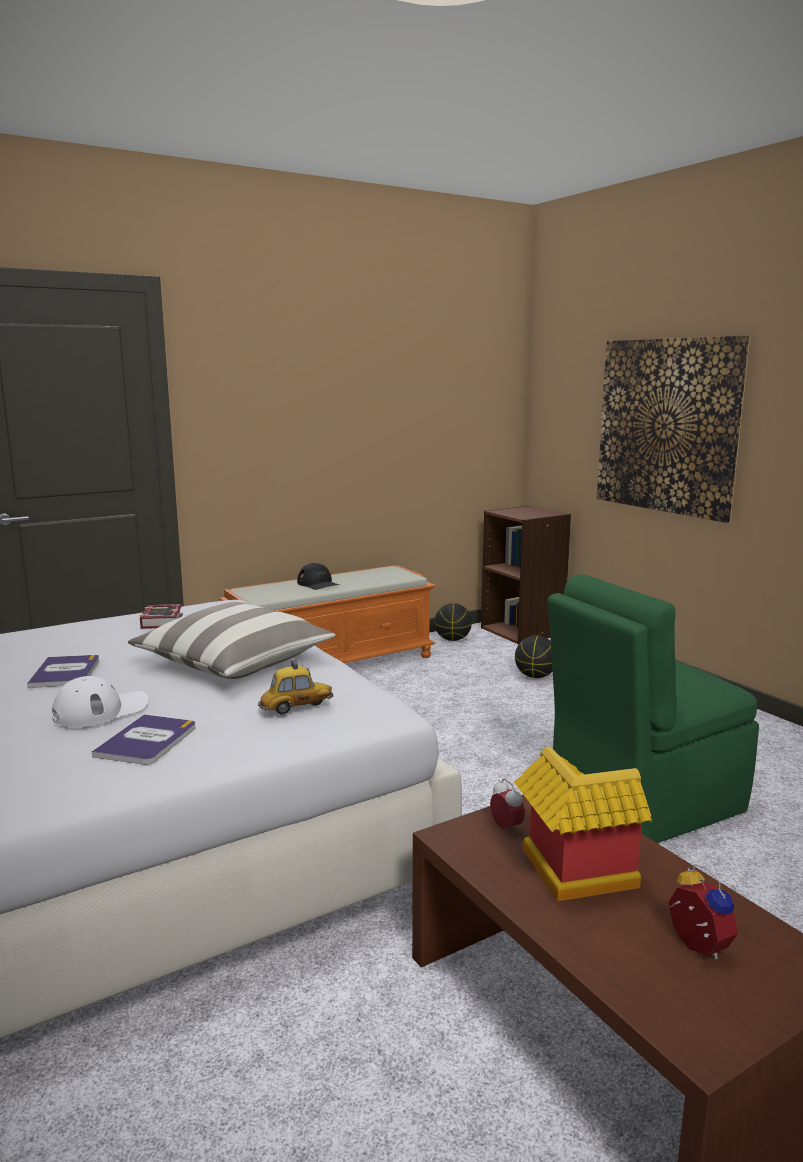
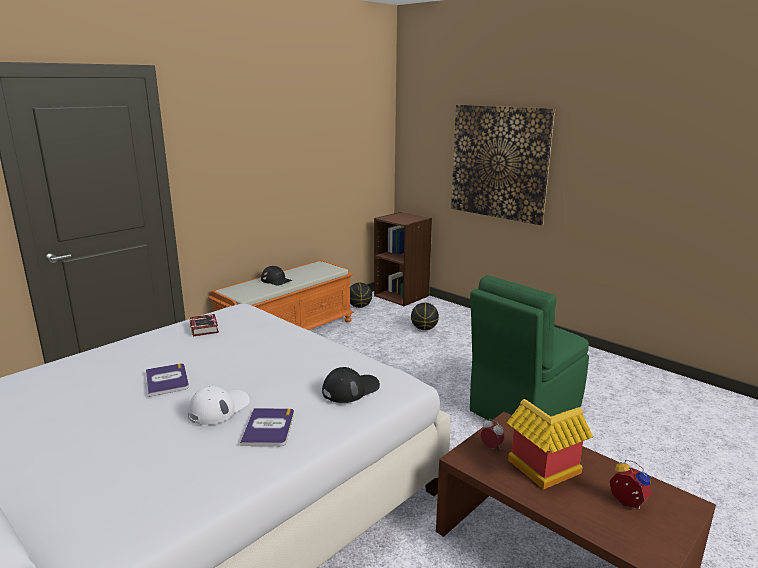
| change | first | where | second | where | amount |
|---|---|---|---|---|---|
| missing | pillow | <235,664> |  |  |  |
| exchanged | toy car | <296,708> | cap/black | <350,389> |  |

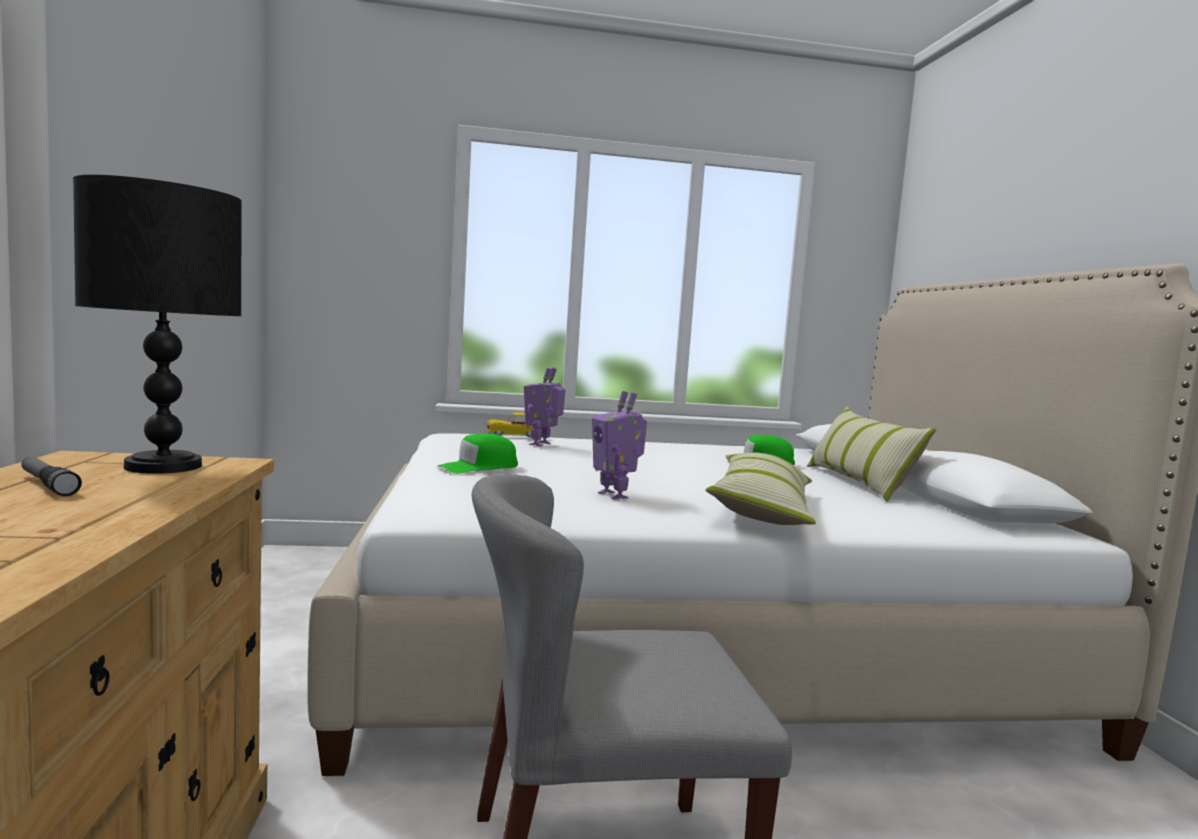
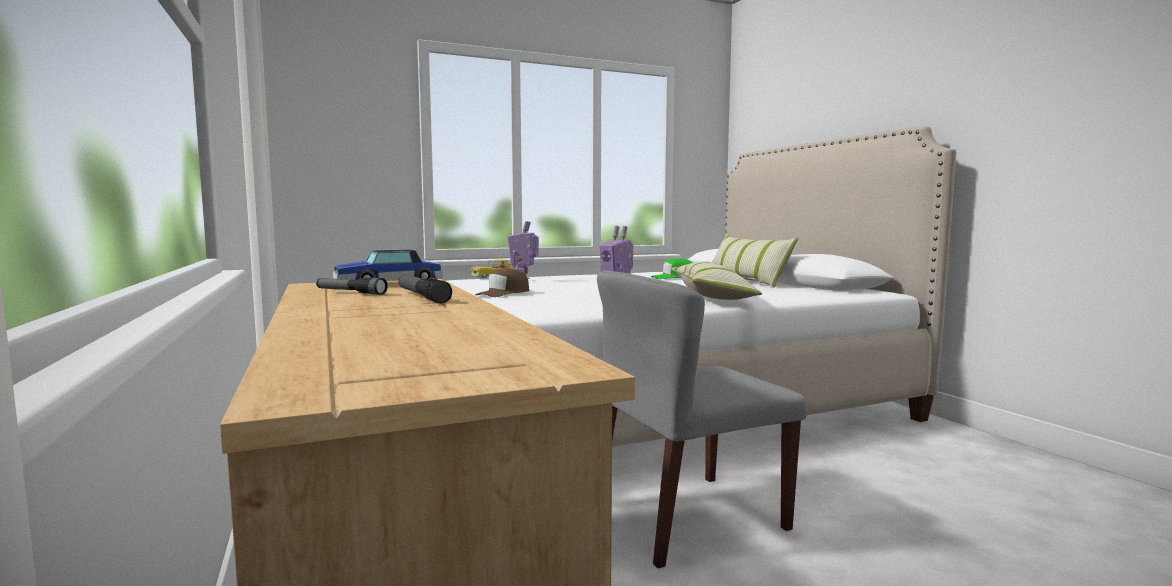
| change | first | where | second | where | amount |
|---|---|---|---|---|---|
| exchanged | table lamp/black | <164,466> | toy car | <388,283> |  |
| colour | cap/green | <479,467> | cap/brown | <503,293> |  |
| appeared |  |  | flashlight | <422,296> |  |

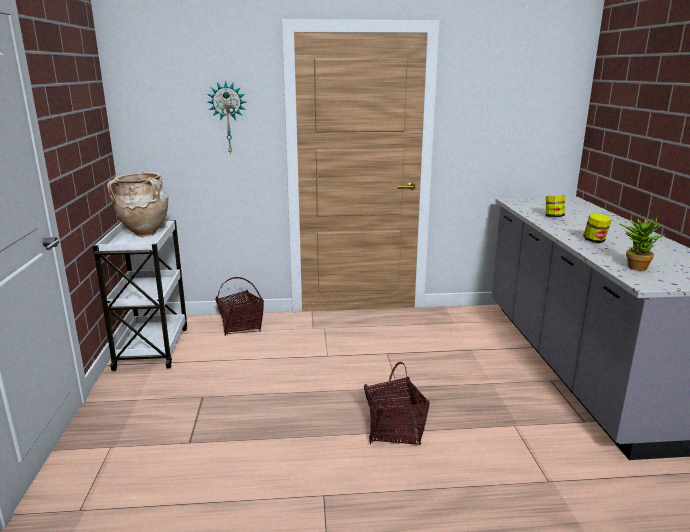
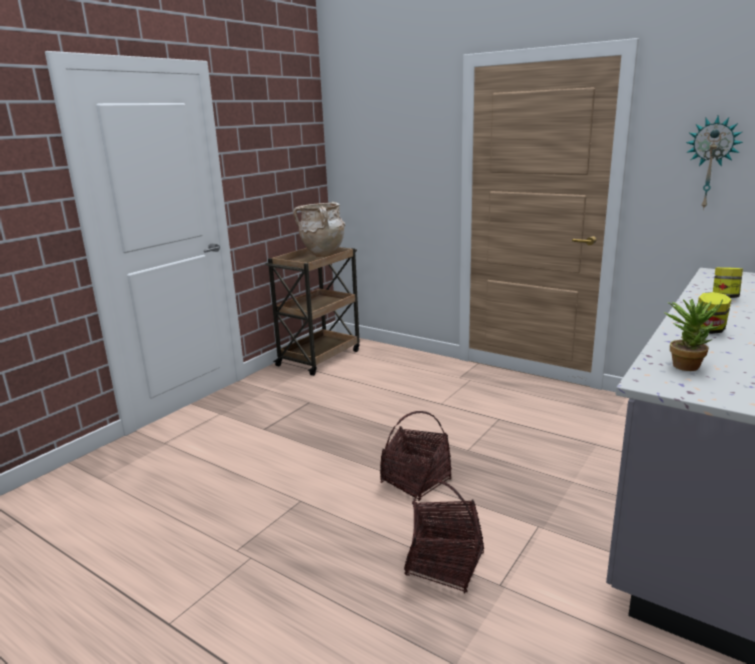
| change | first | where | second | where | amount |
|---|---|---|---|---|---|
| relocated | wall clock | <228,118> |  | <711,163> |  |
| colour | cart/white | <152,347> | cart/brown | <320,357> |  |
| relocated | basket | <241,327> |  | <445,565> |  |

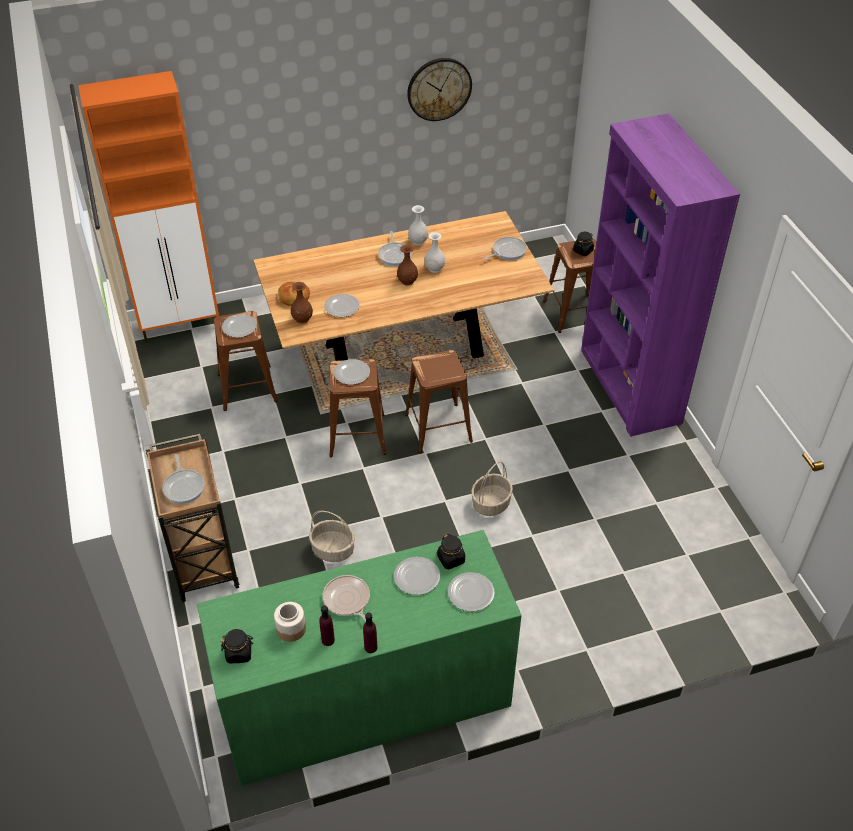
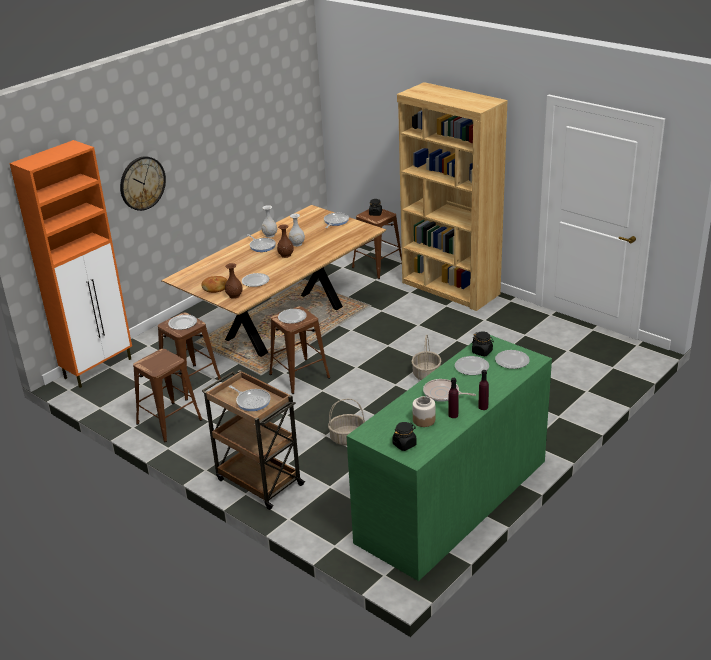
| change | first | where | second | where | amount |
|---|---|---|---|---|---|
| relocated | wall clock | <439,89> |  | <142,183> |  |
| colour | bookcase/purple | <629,386> | bookcase/brown | <450,288> |  |
| relocated | stool/brown | <438,428> |  | <169,422> |  |

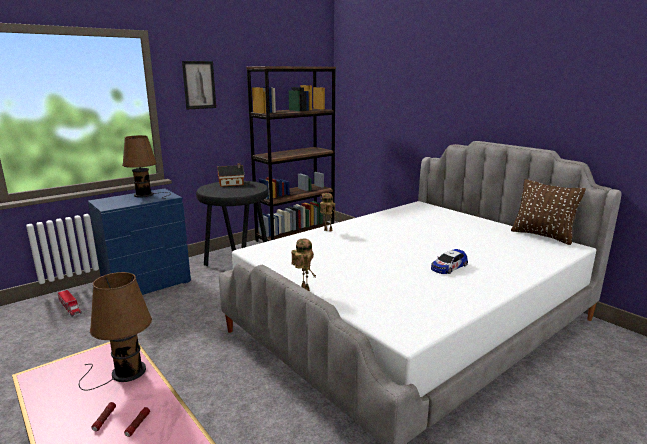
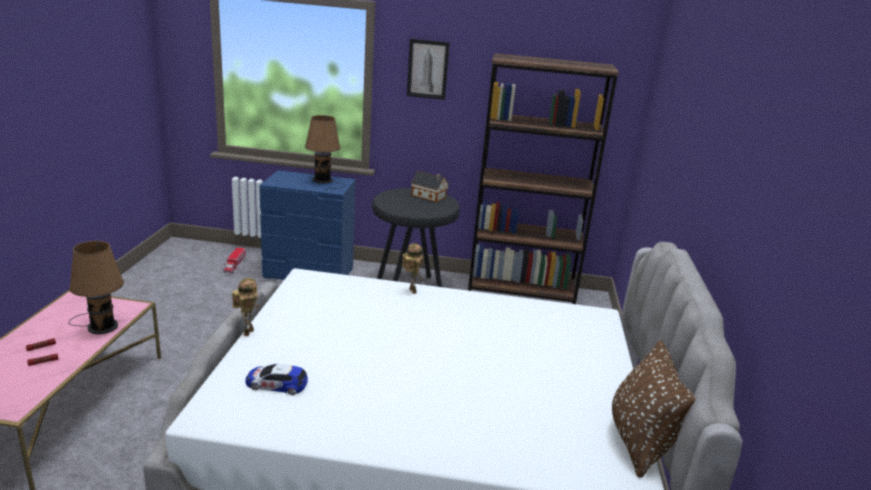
| change | first | where | second | where | amount |
|---|---|---|---|---|---|
| relocated | toy car | <448,267> |  | <276,384> |  |

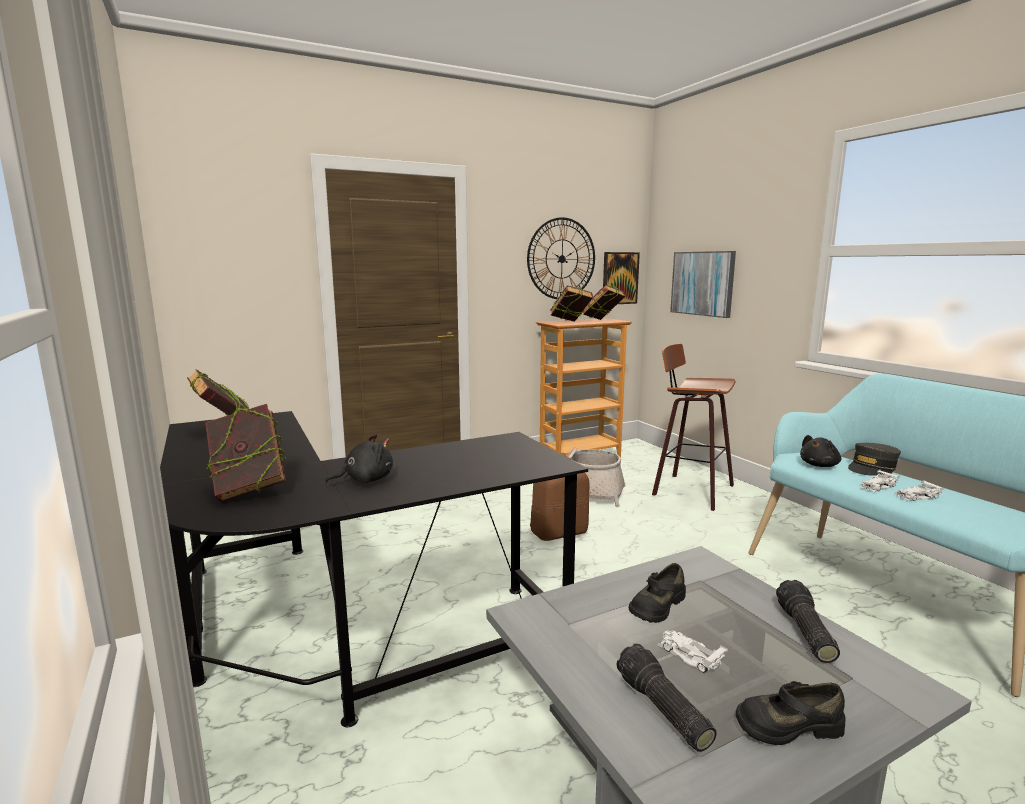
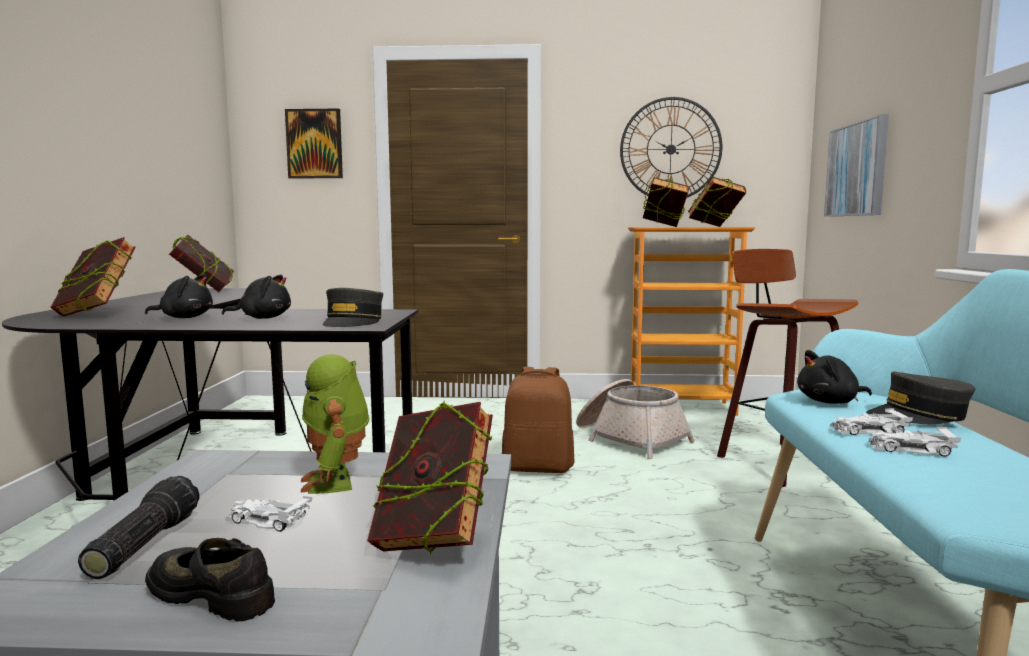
| change | first | where | second | where | amount |
|---|---|---|---|---|---|
| relocated | picture | <620,278> |  | <314,144> |  |
| exchanged | shoe/black | <657,605> | toy robot | <336,482> |  |
| exchanged | flashlight | <803,632> | book | <434,540> |  |
| spun | toy car/white | <689,655> |  | <267,521> | 60 degrees counterclockwise |
| appeared |  |  | plush toy/black | <262,318> |  |
| appeared |  |  | cap/grey | <353,322> |  |

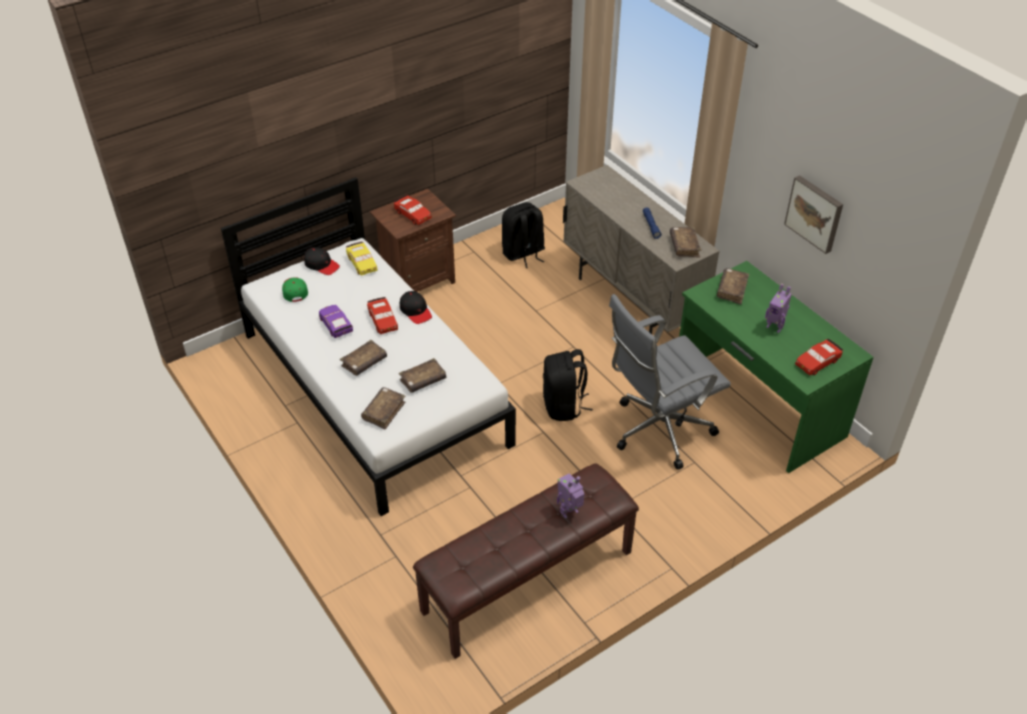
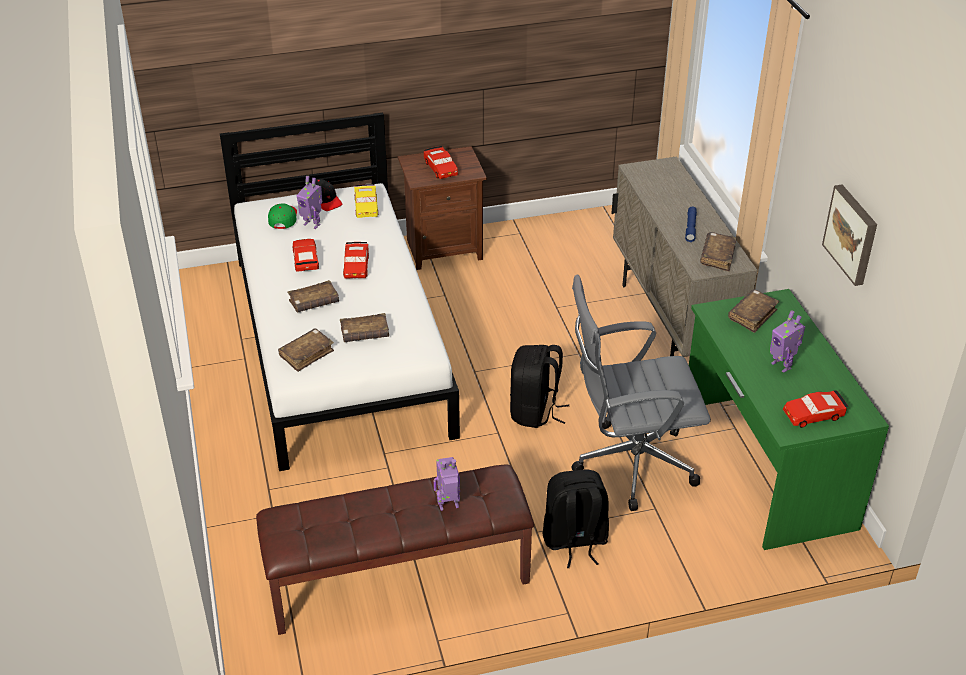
| change | first | where | second | where | amount |
|---|---|---|---|---|---|
| relocated | backpack/black | <523,253> |  | <574,541> |  |
| missing | cap/black | <415,311> |  |  |  |
| colour | toy car/purple | <336,325> | toy car/red | <306,260> |  |
| appeared |  |  | toy robot | <312,224> |  |

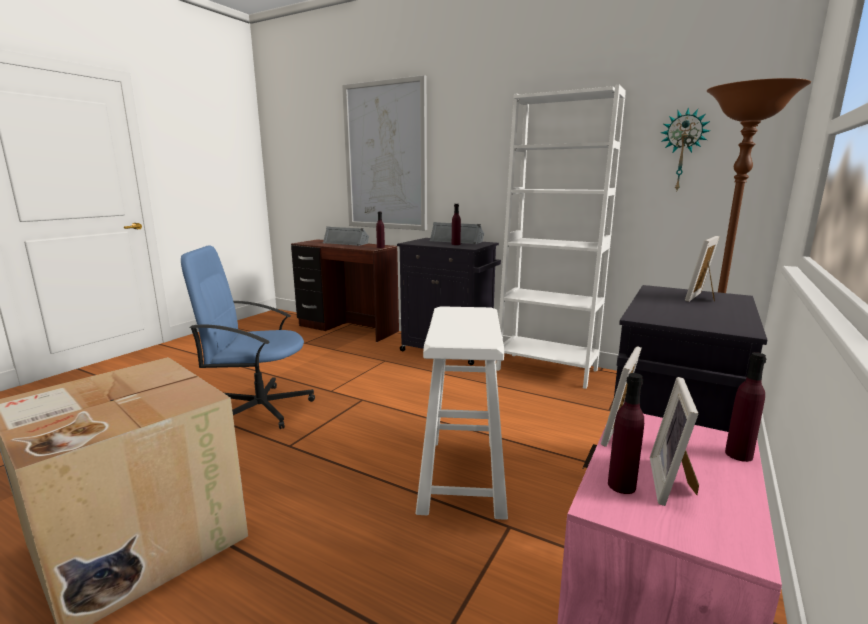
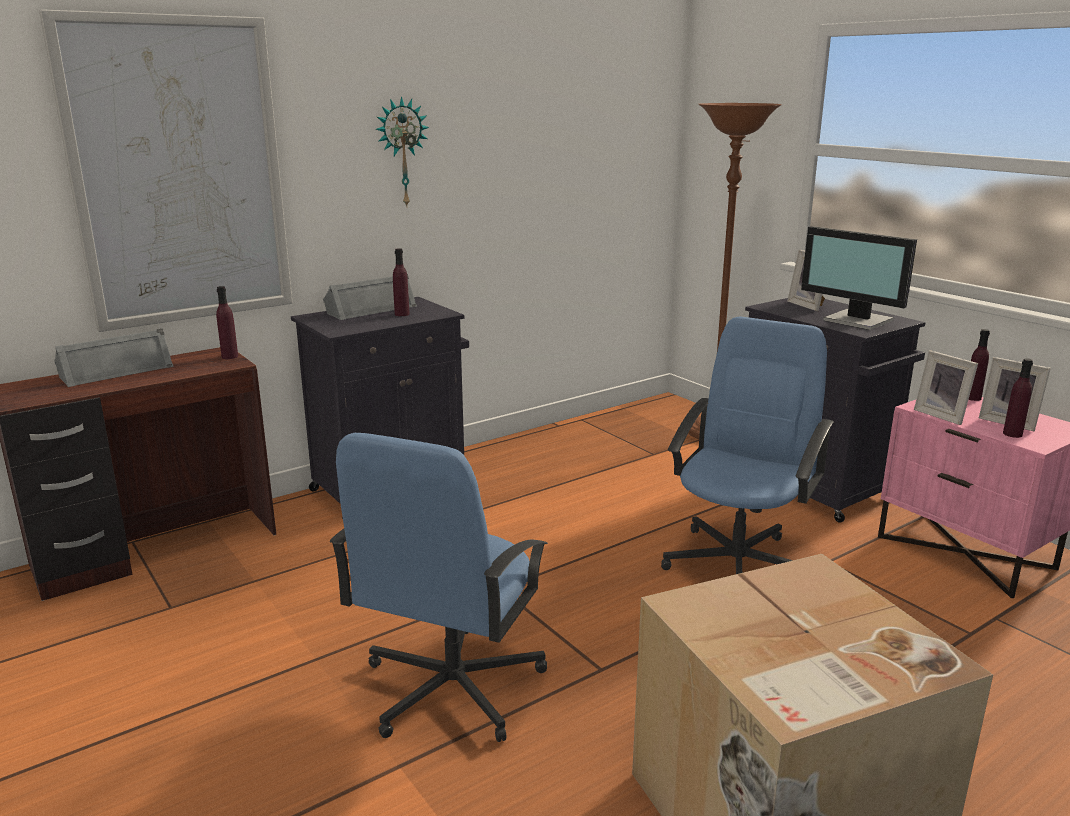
| change | first | where | second | where | amount |
|---|---|---|---|---|---|
| missing | bookcase/white | <546,370> |  |  |  |
| relocated | wall clock | <682,150> |  | <401,152> |  |
| exchanged | stool/white | <462,476> | office chair/blue | <738,563> |  |
| appeared |  |  | monitor | <857,321> |  |

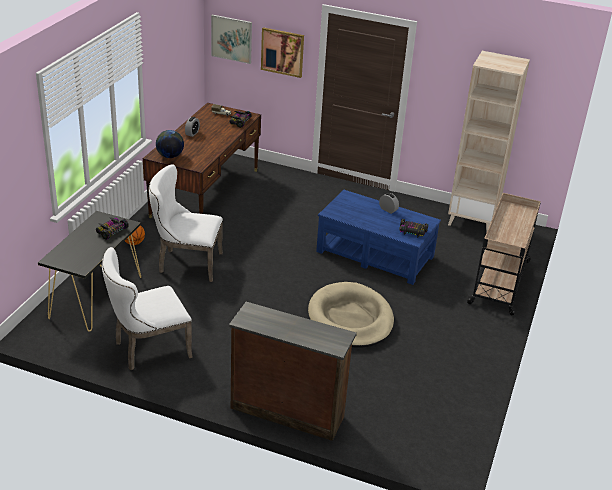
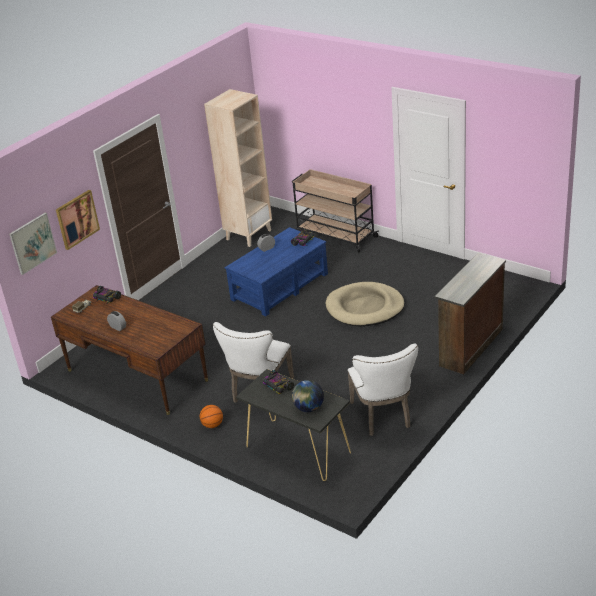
| change | first | where | second | where | amount |
|---|---|---|---|---|---|
| relocated | globe | <170,156> |  | <308,408> |  |

